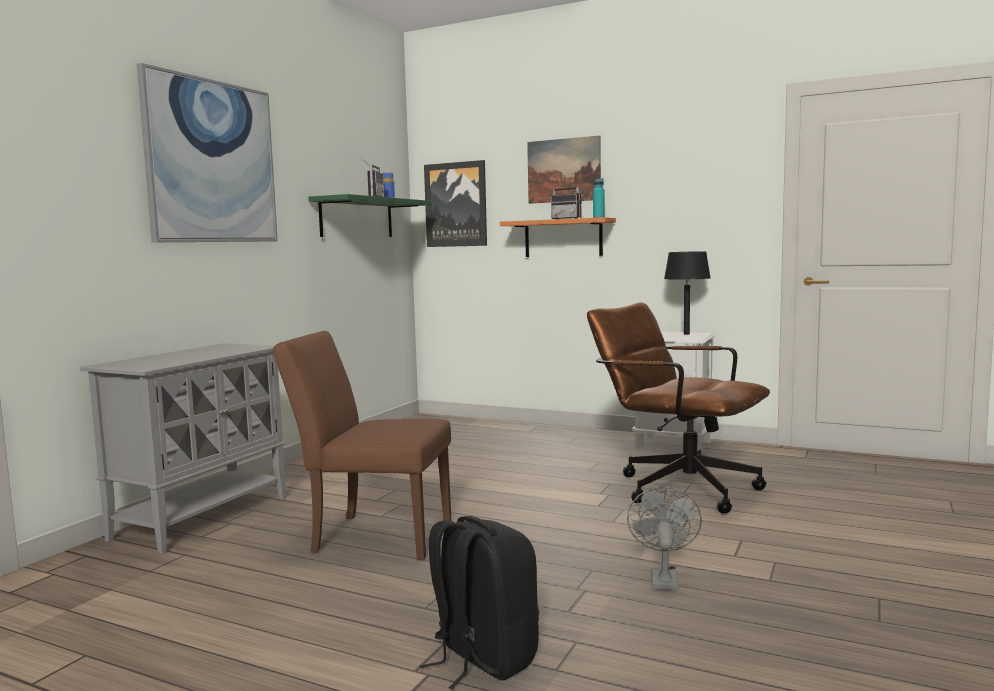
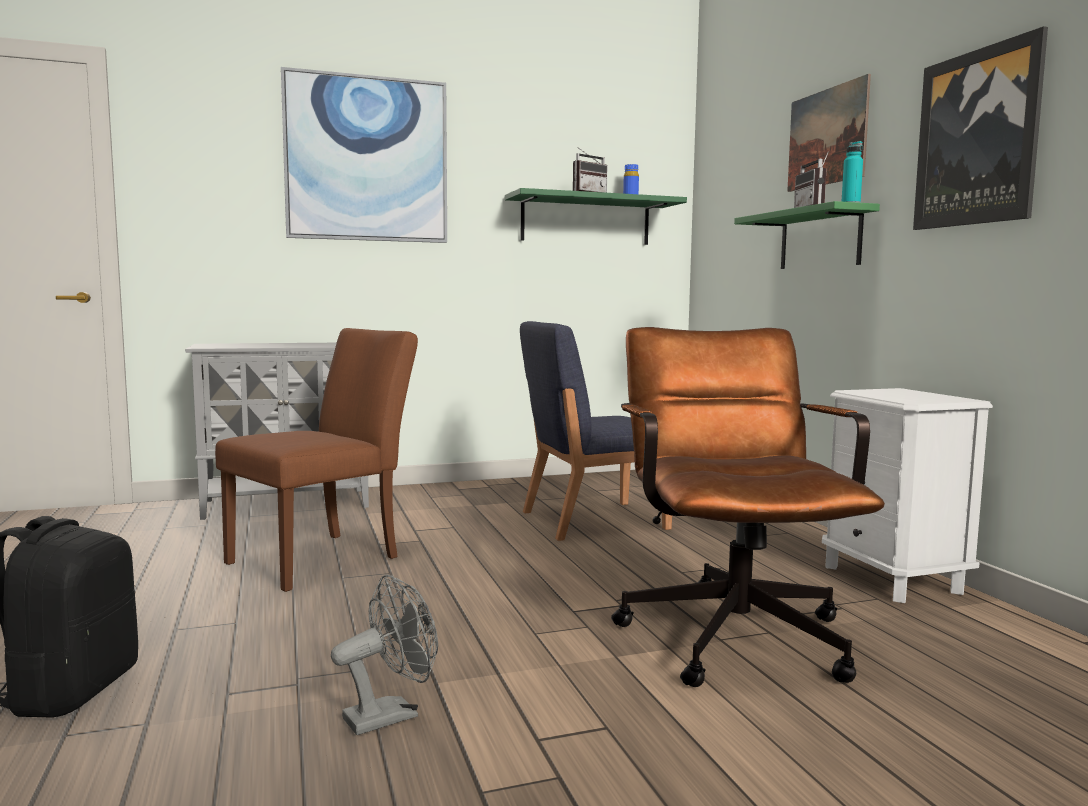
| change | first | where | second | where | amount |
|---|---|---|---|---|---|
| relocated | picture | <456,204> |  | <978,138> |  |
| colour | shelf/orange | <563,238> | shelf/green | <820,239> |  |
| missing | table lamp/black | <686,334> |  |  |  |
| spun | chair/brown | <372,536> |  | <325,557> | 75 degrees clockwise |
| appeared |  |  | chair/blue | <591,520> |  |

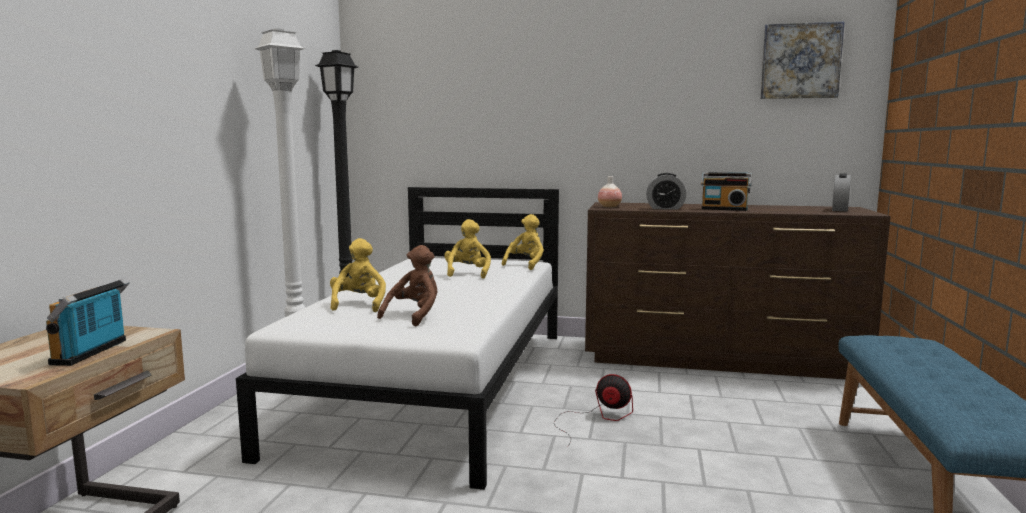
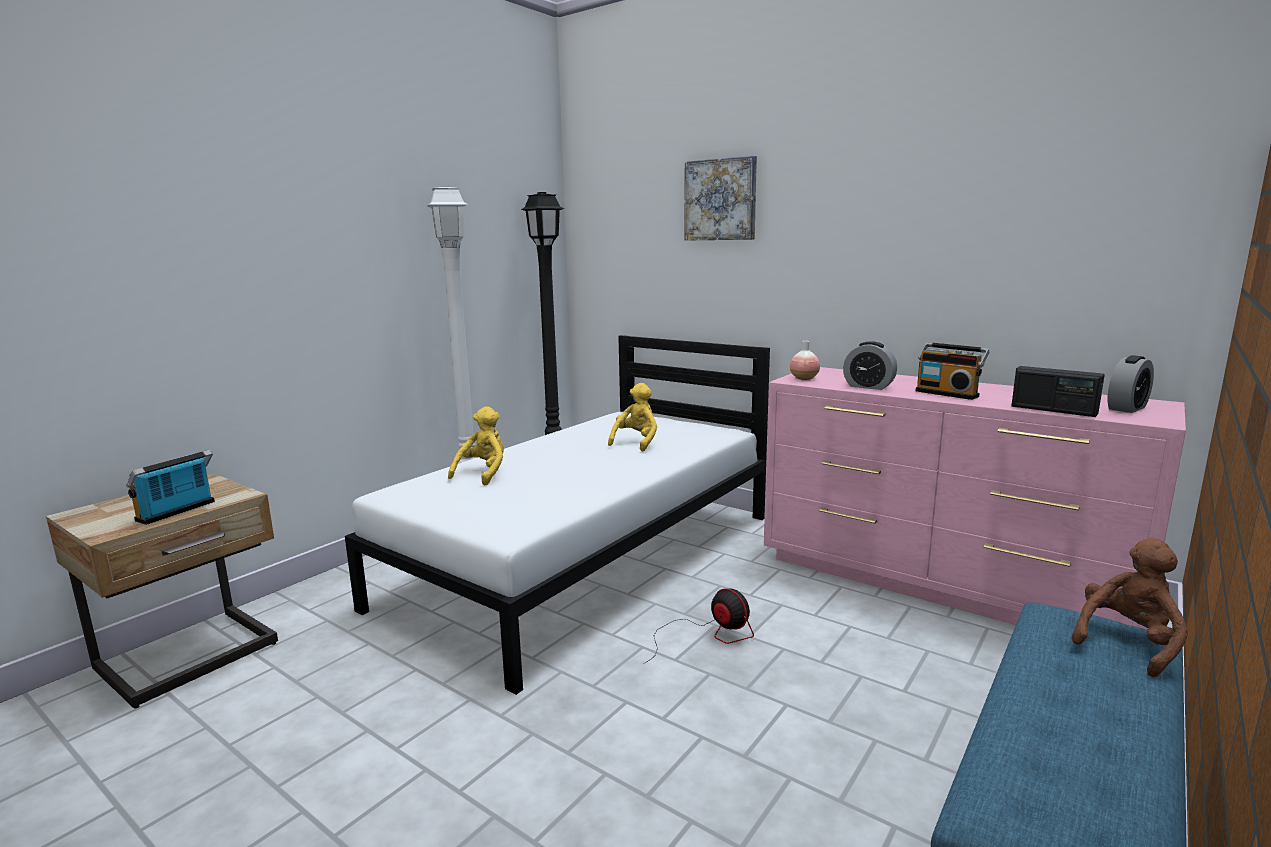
| change | first | where | second | where | amount |
|---|---|---|---|---|---|
| relocated | picture | <800,61> |  | <720,200> |  |
| colour | dresser/brown | <720,359> | dresser/pink | <940,583> |  |
| missing | plush toy/yellow | <526,265> |  |  |  |
| relocated | plush toy/brown | <414,316> |  | <1128,643> |  |
| appeared |  |  | radio | <1053,410> |  |

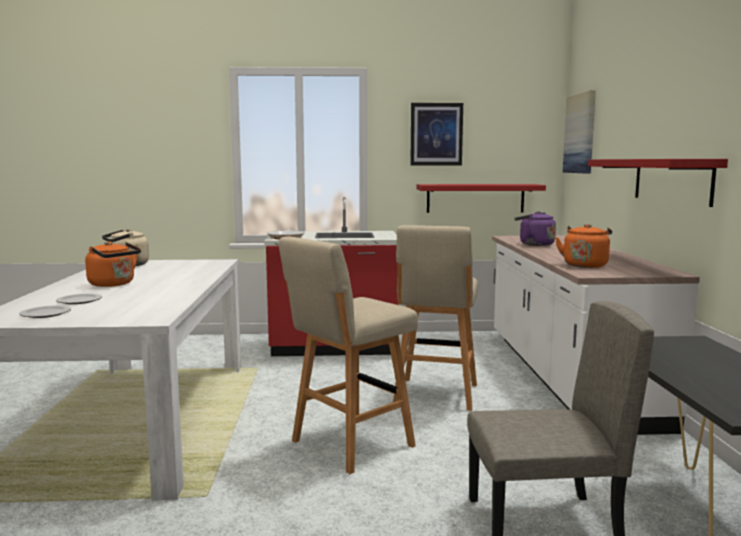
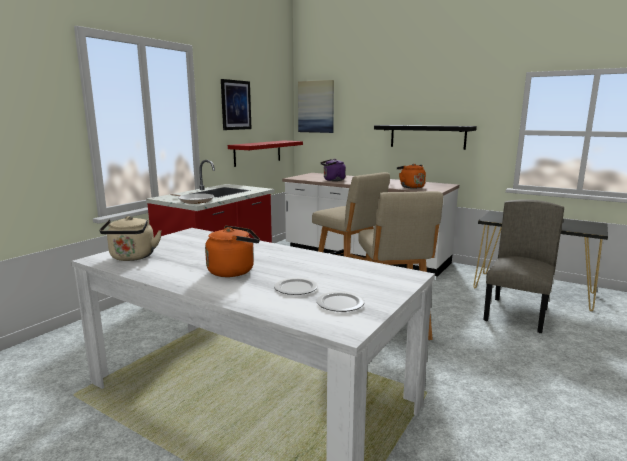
| change | first | where | second | where | amount |
|---|---|---|---|---|---|
| colour | shelf/red | <672,180> | shelf/black | <427,136> |  |

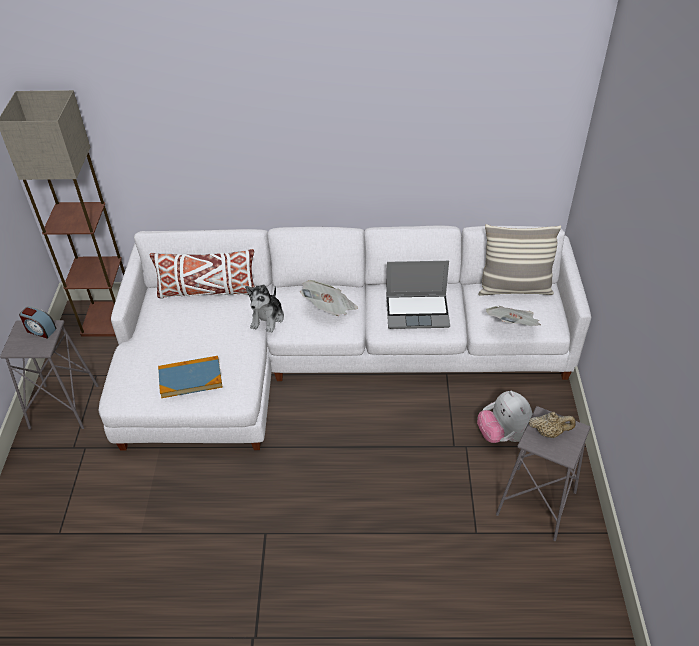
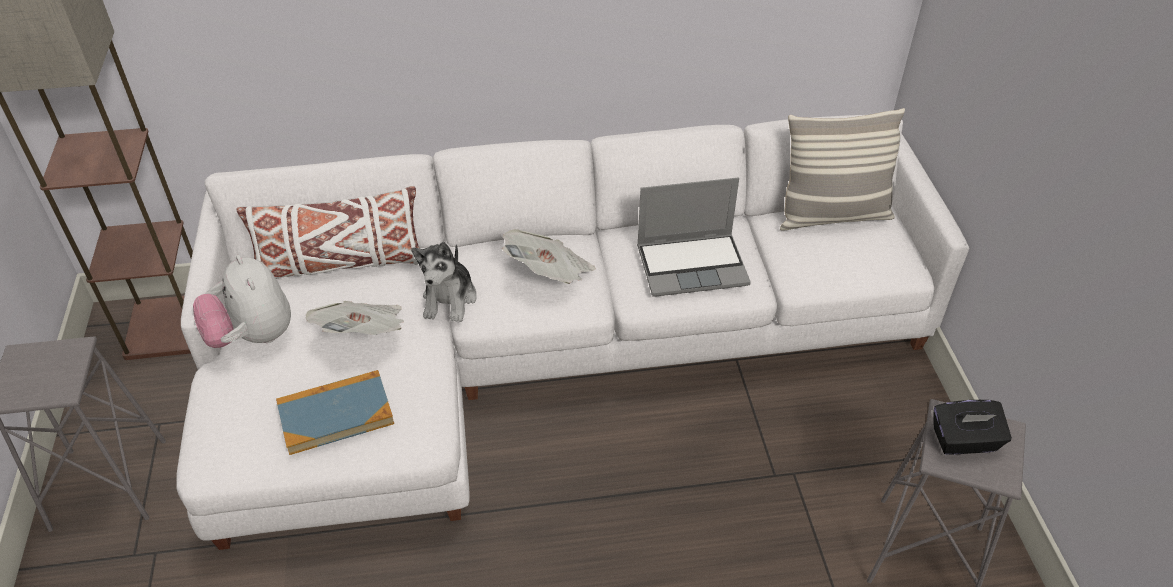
| change | first | where | second | where | amount |
|---|---|---|---|---|---|
| missing | alarm clock | <40,330> |  |  |  |
| relocated | newspaper | <513,326> |  | <364,334> |  |
| relocated | plush toy | <503,435> |  | <253,336> |  |
| exchanged | teapot/beige | <549,432> | tissue box/black | <964,441> |  |

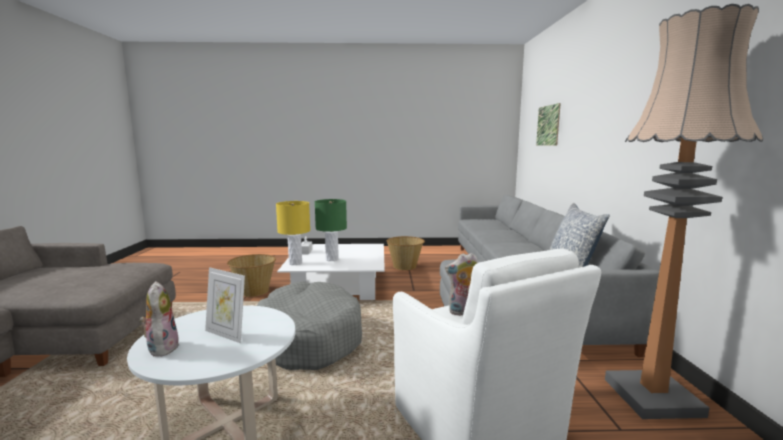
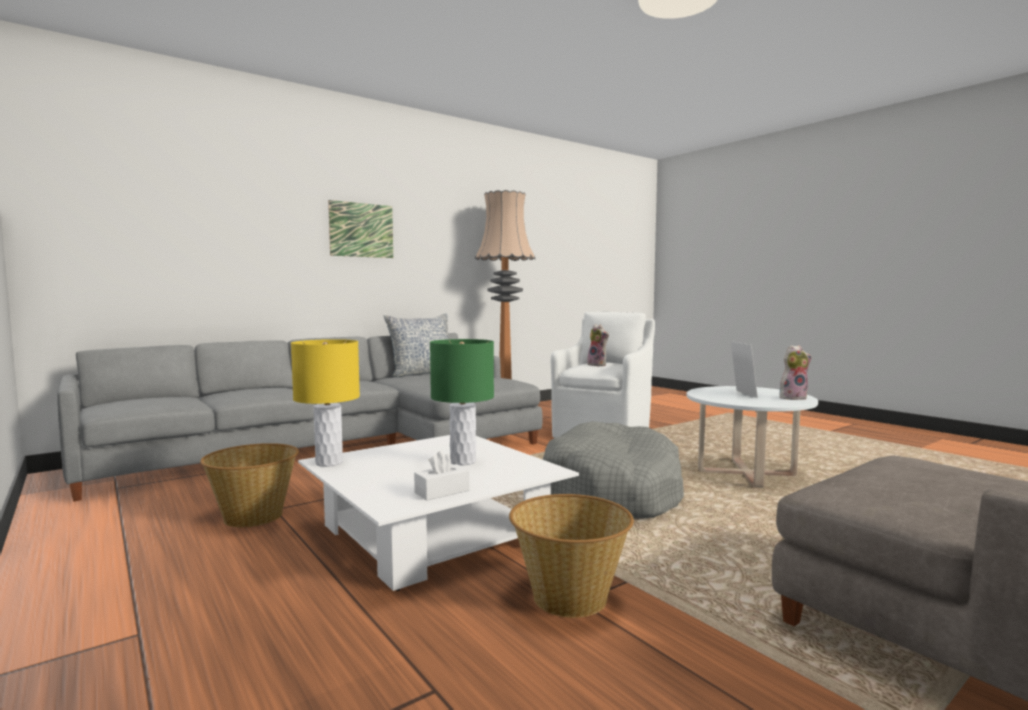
| change | first | where | second | where | amount |
|---|---|---|---|---|---|
| relocated | picture | <548,125> |  | <361,230> |  |
| relocated | table lamp/yellow | <295,263> |  | <329,462> |  |
| spun | plush toy | <161,348> |  | <792,398> | 135 degrees counterclockwise |

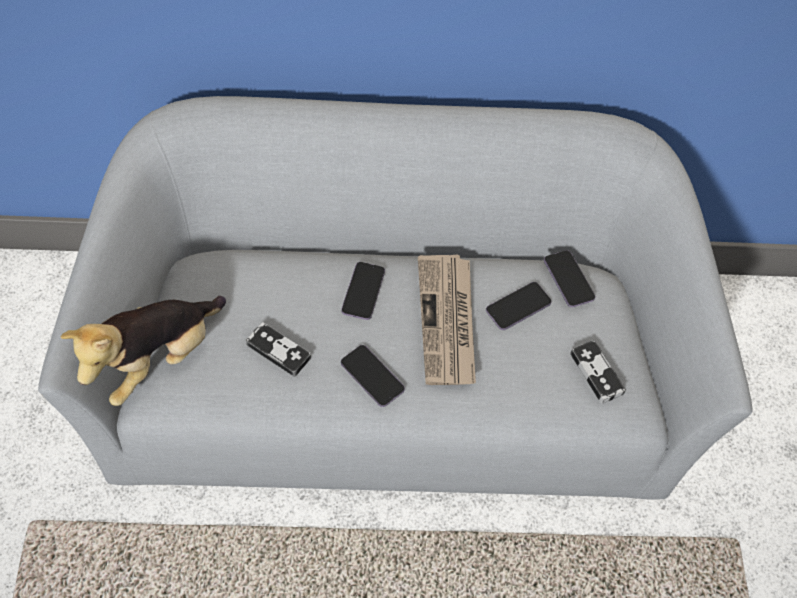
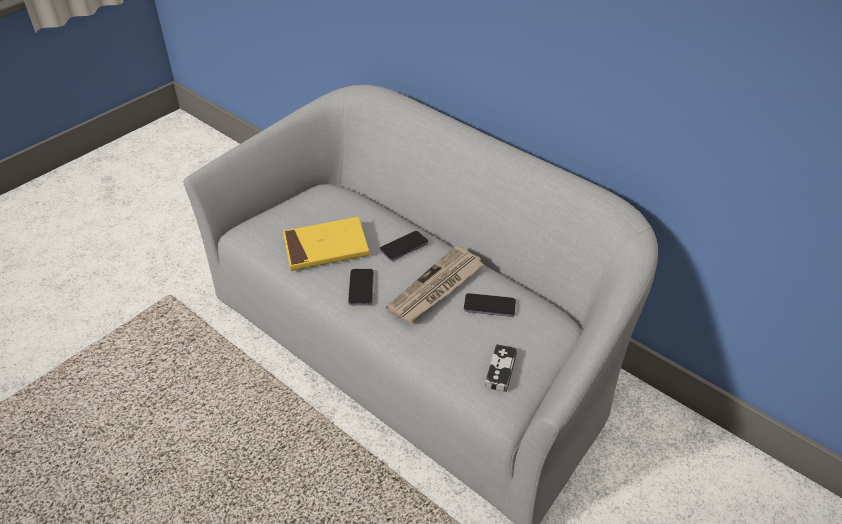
| change | first | where | second | where | amount |
|---|---|---|---|---|---|
| missing | phone | <568,280> |  |  |  |
| missing | plush toy | <158,359> |  |  |  |
| exchanged | game controller | <278,351> | book/yellow | <326,247> |  |

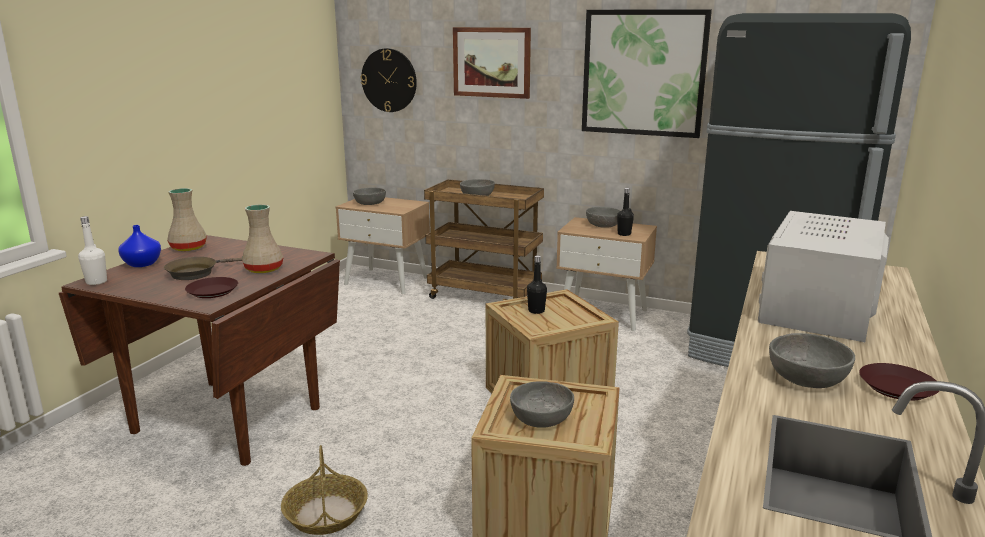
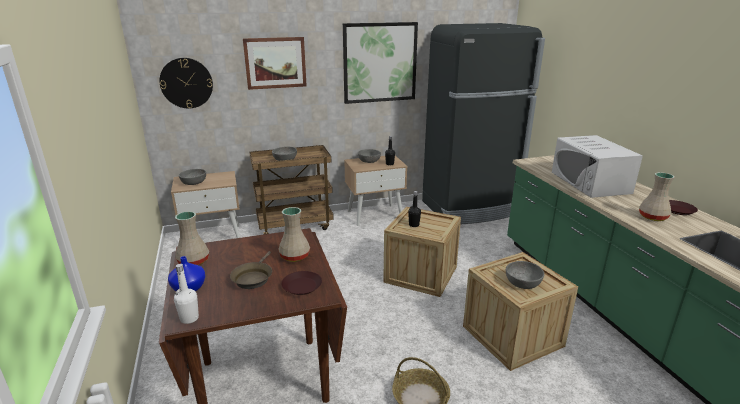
| change | first | where | second | where | amount |
|---|---|---|---|---|---|
| exchanged | bowl/grey | <807,378> | vase/beige | <653,217> |  |

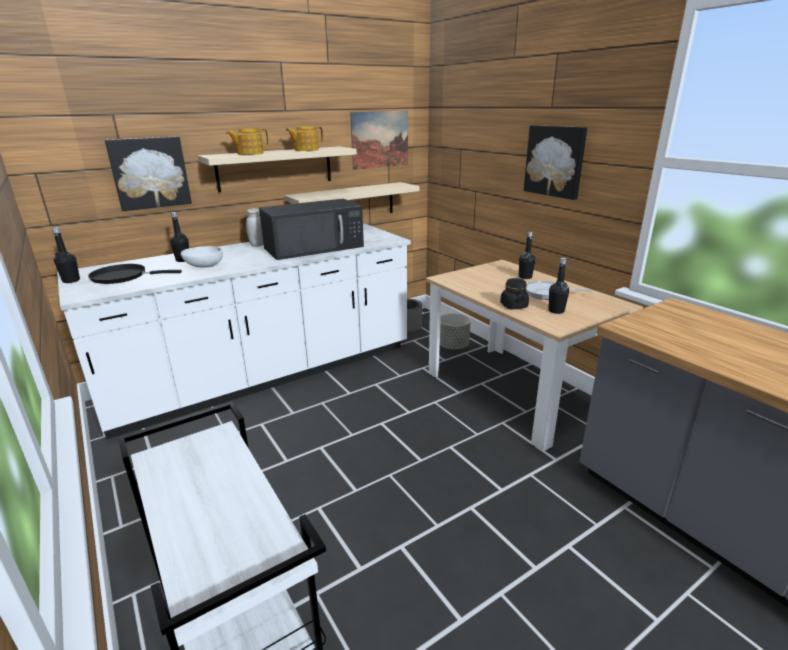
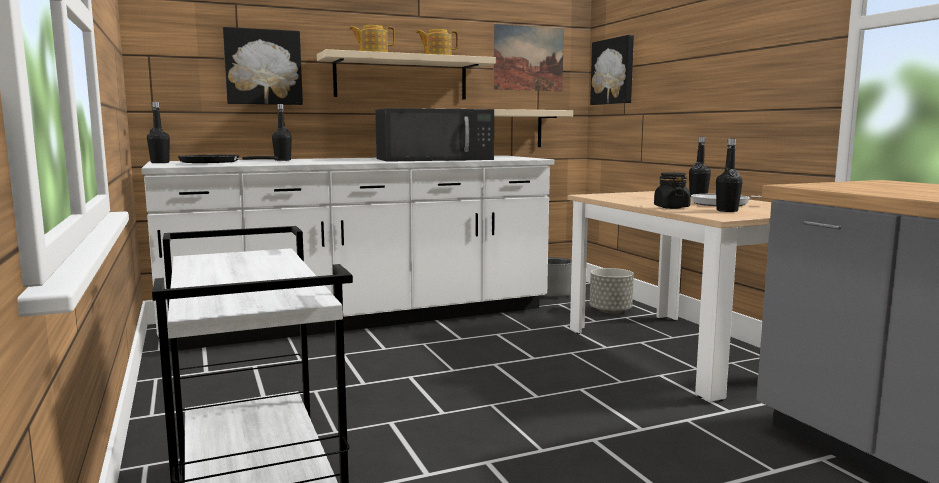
| change | first | where | second | where | amount |
|---|---|---|---|---|---|
| relocated | picture | <555,161> |  | <613,71> |  |
| missing | jar/white | <257,245> |  |  |  |
| missing | bowl/white | <203,266> |  |  |  |

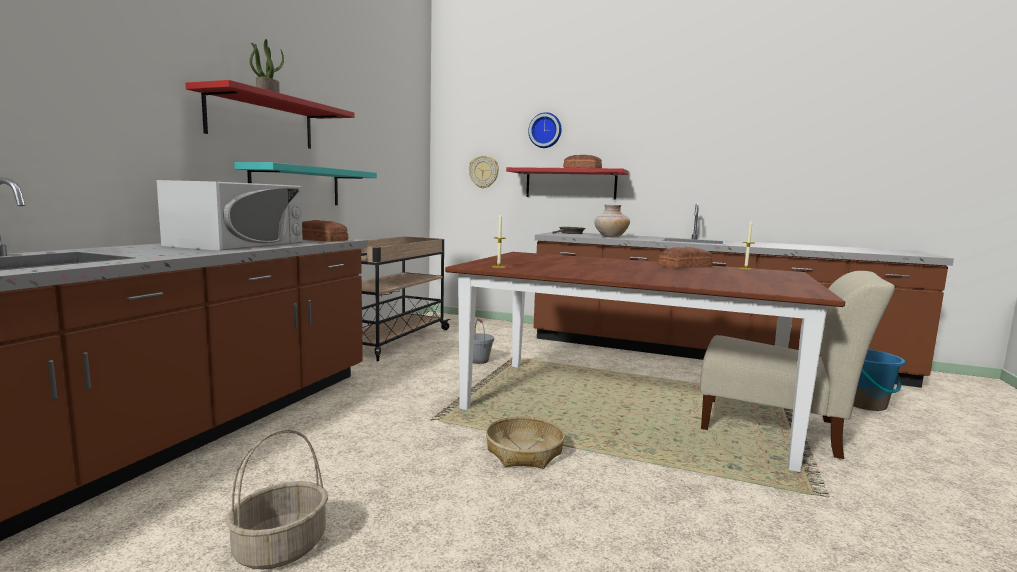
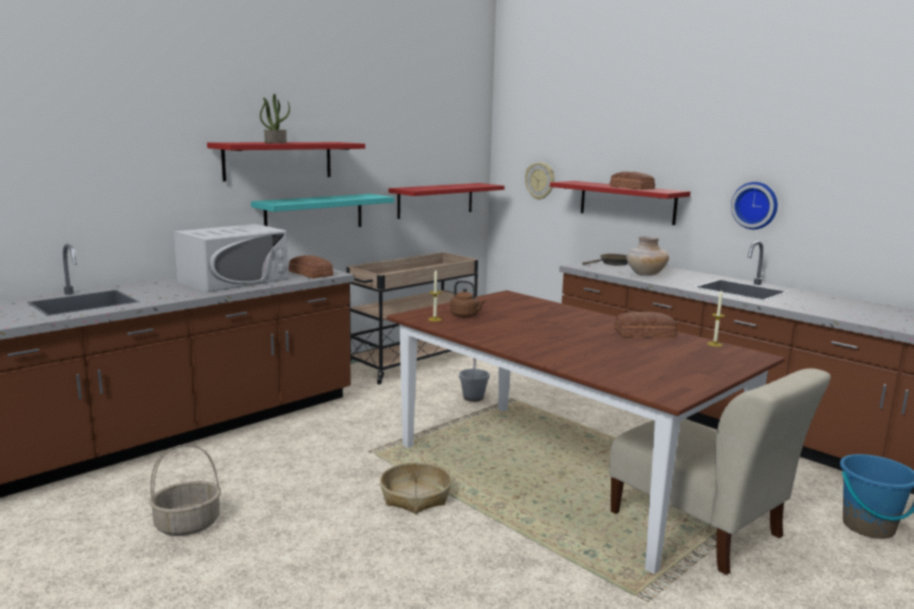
| change | first | where | second | where | amount |
|---|---|---|---|---|---|
| relocated | wall clock | <545,130> |  | <755,205> |  |
| appeared |  |  | shelf/red | <436,200> |  |
| appeared |  |  | kettle/brown | <466,315> |  |

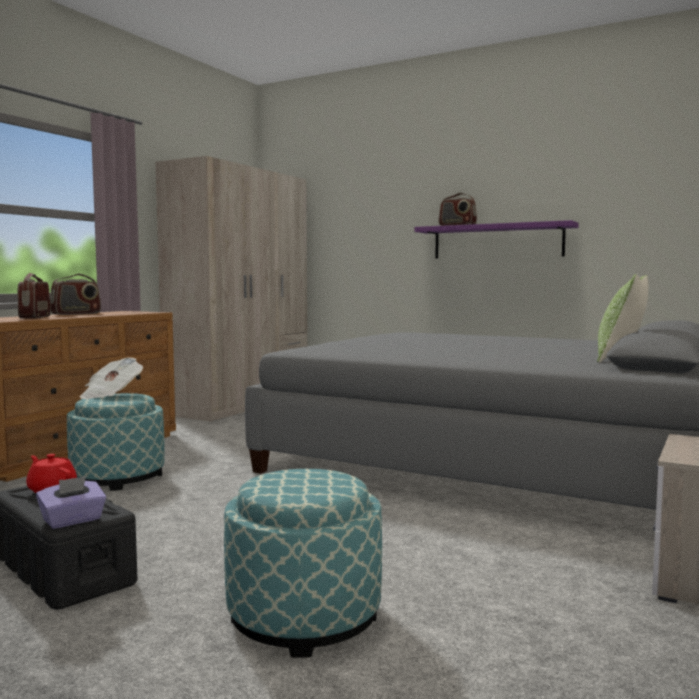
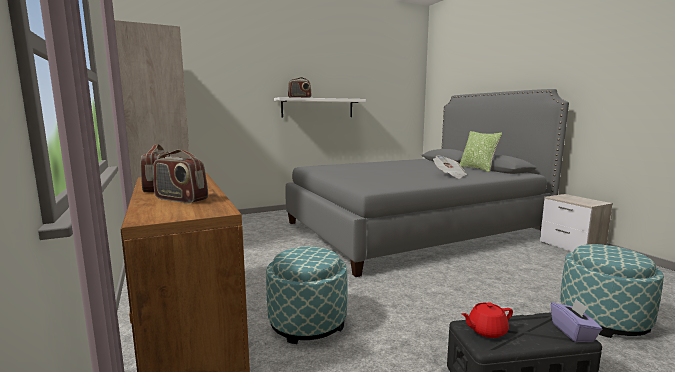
| change | first | where | second | where | amount |
|---|---|---|---|---|---|
| colour | shelf/purple | <497,241> | shelf/white | <318,108> |  |
| relocated | newspaper | <111,394> |  | <449,175> |  |

